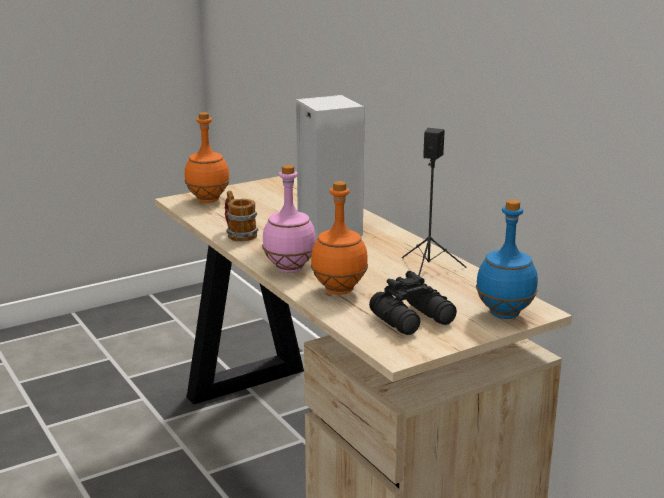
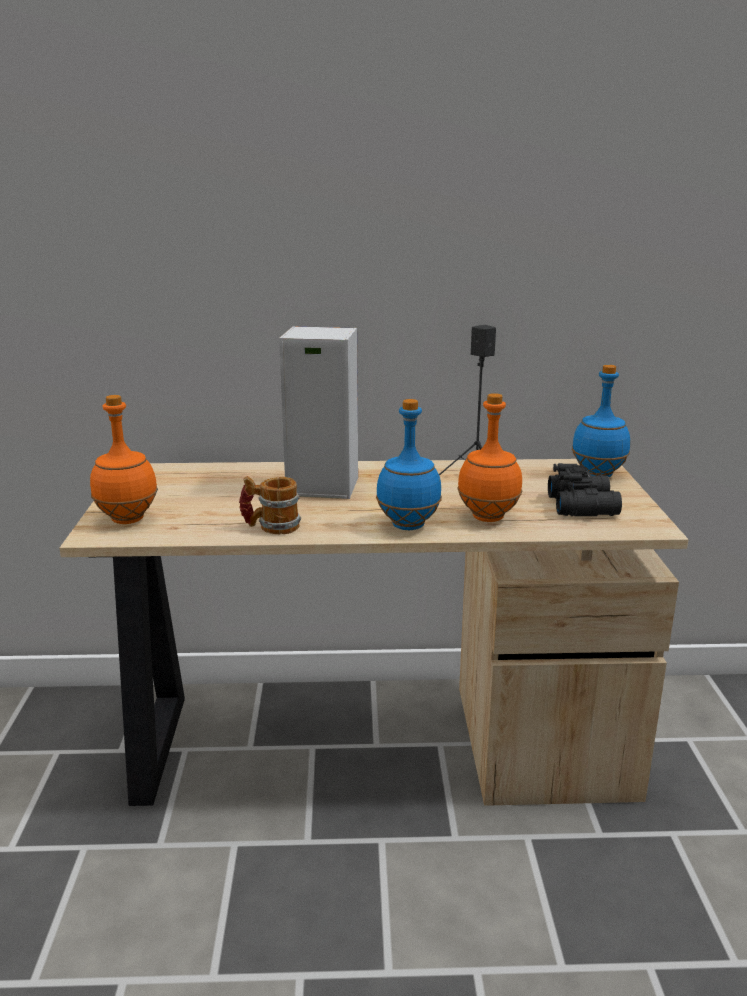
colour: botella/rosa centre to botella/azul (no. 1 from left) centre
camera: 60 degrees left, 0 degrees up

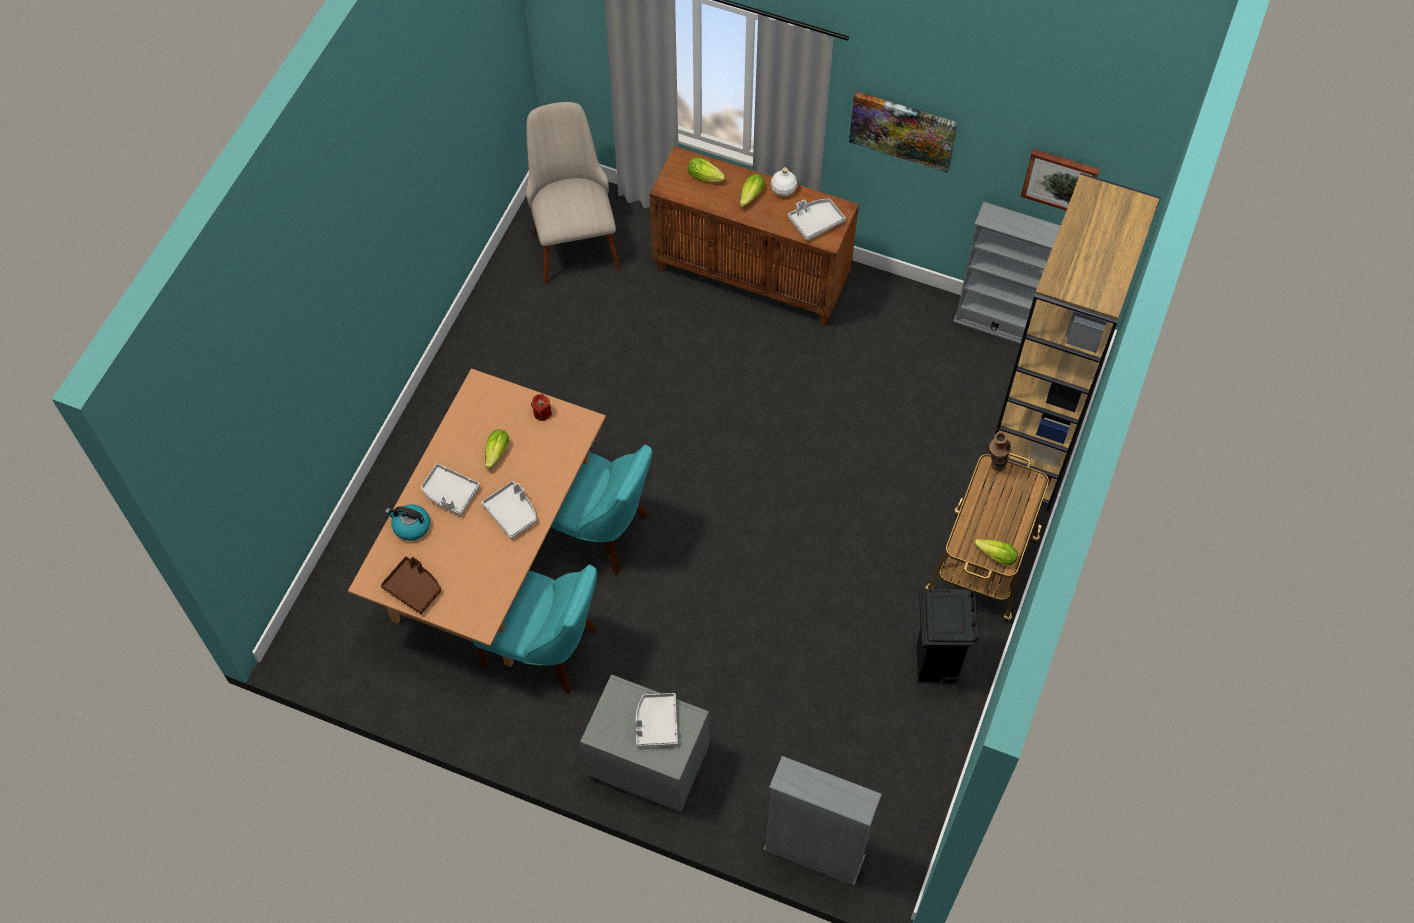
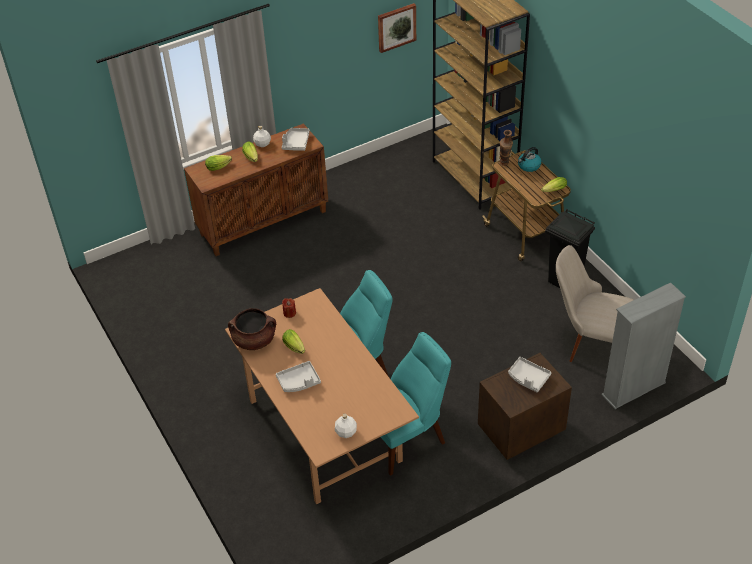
missing: cuadro (no. 1 from left) top centre; estantería/gris (no. 2 from left) top right; bandeja/gris (no. 2 from left) centre
appeared: olla/marrón centre
relocated: silla/beis top centre to middle right; hervidor middle left to top right
exchanged: bandeja/marrón middle left to botella/blanco (no. 2 from left) bottom centre
colour: mesita de noche/gris bottom centre to mesita de noche/marrón bottom right
camera: 50 degrees left, 15 degrees down

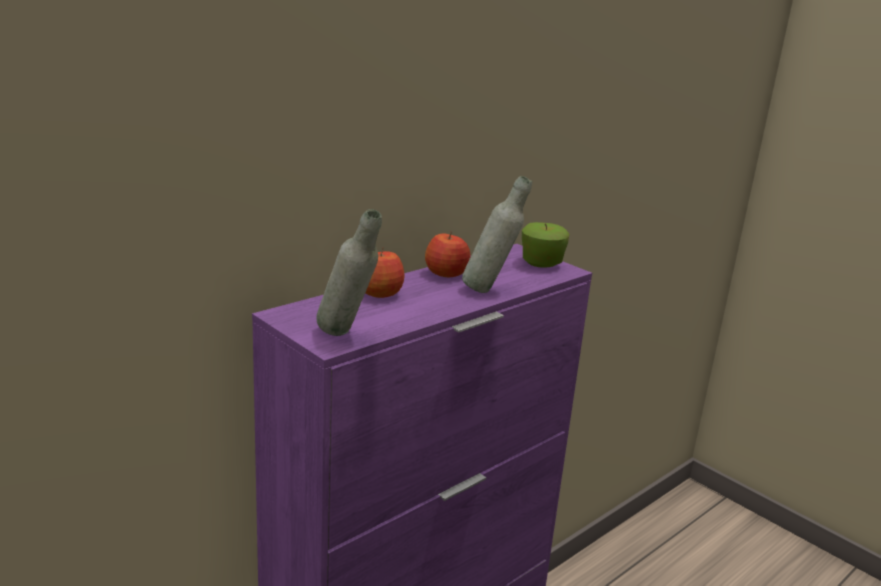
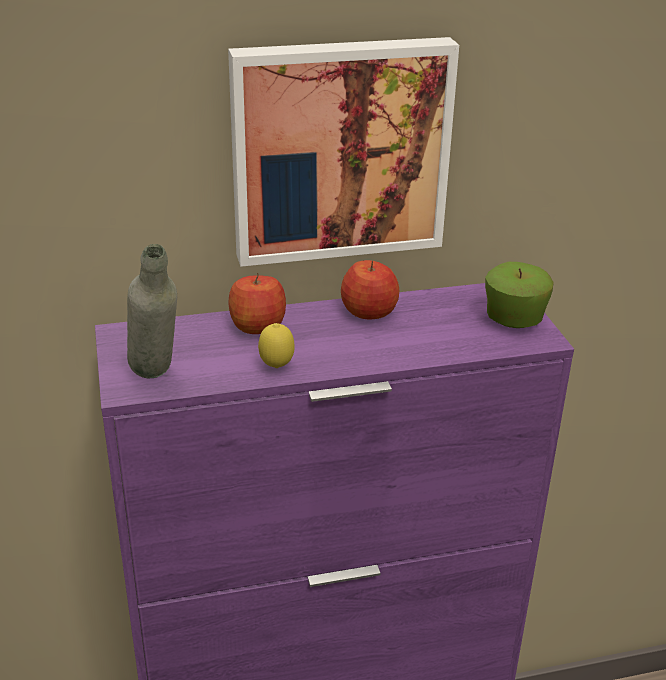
missing: botella/gris (no. 2 from left) centre
appeared: cuadro top centre; limón centre
camera: 30 degrees right, 10 degrees up

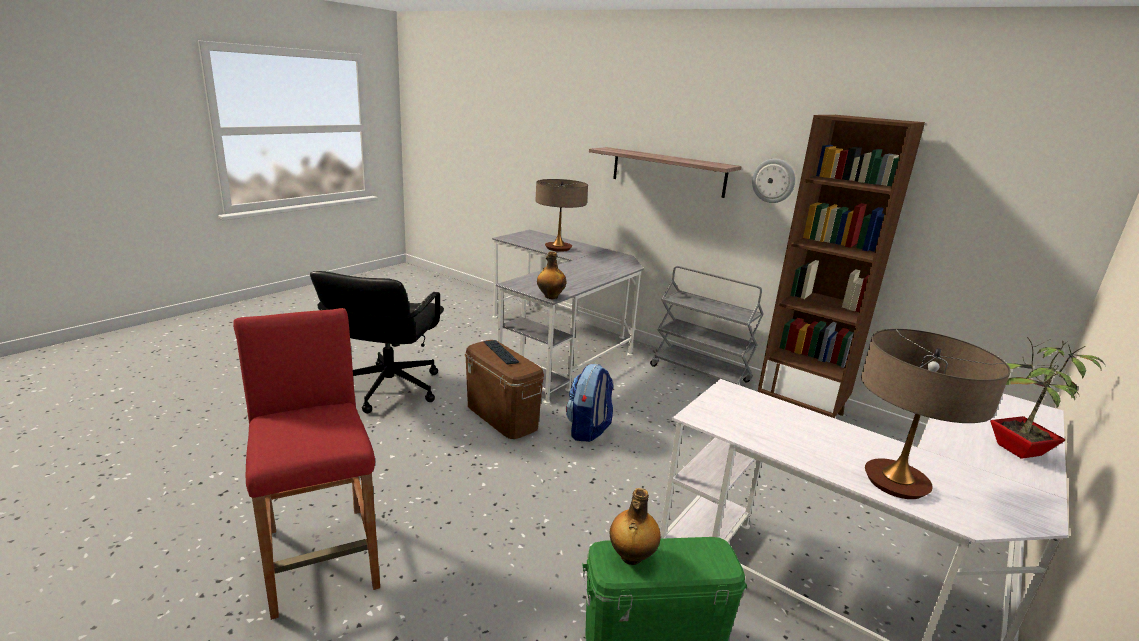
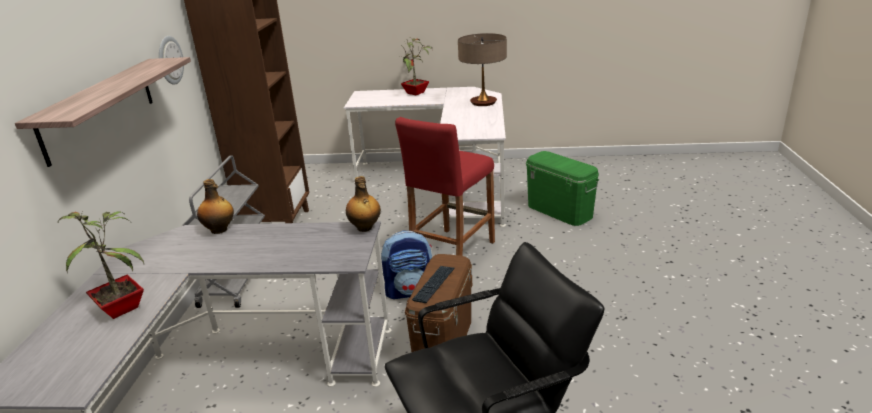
relocated: taburete/rojo bottom left to centre; botella (no. 2 from left in the first image) bottom centre to botella (no. 1 from left) middle left
exchanged: lámpara de mesa (no. 1 from left) centre to planta en maceta (no. 1 from left) middle left
camera: 120 degrees left, 5 degrees up

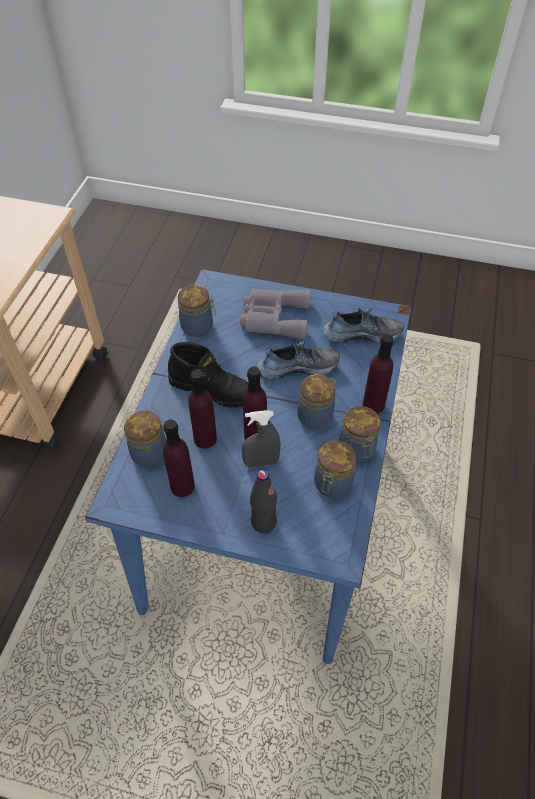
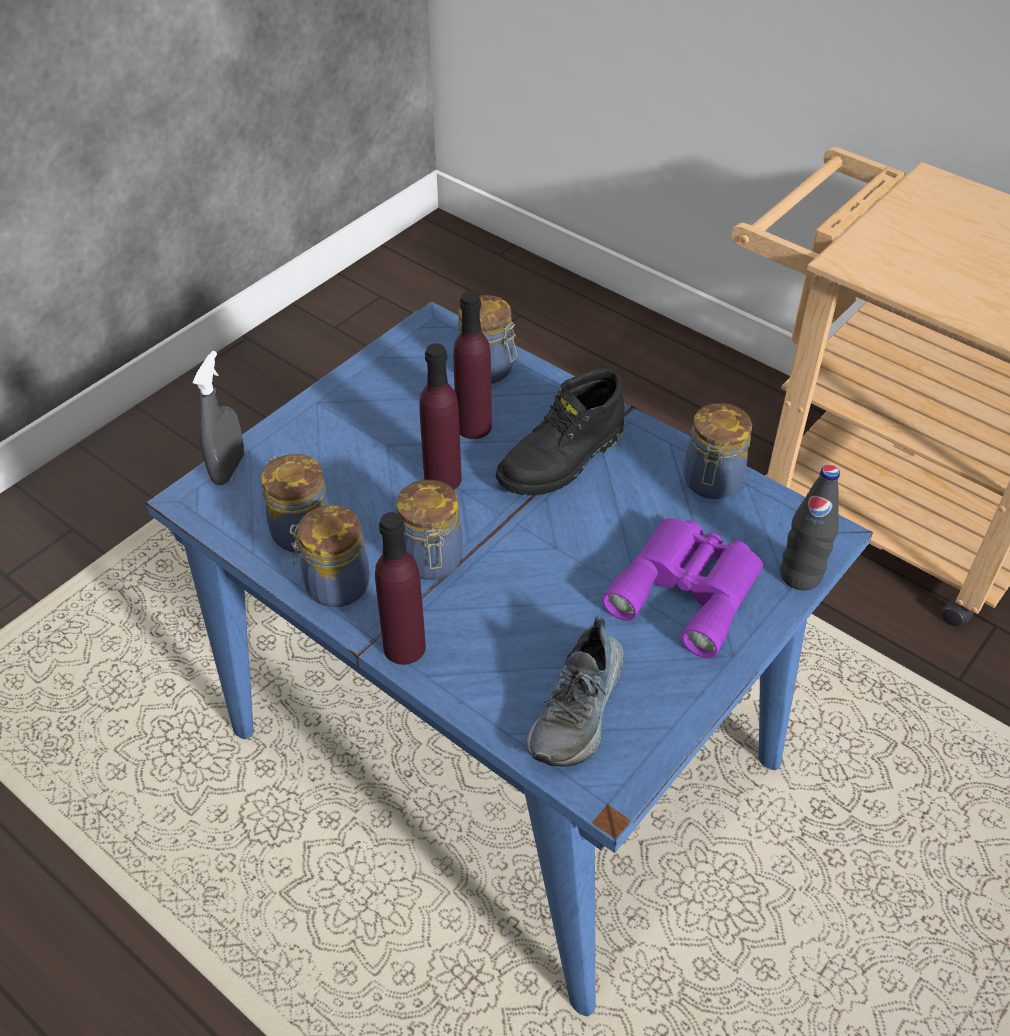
missing: zapato (no. 1 from left) centre; botella/morado (no. 1 from left) centre
relocated: pulverizador/gris centre to middle left; botella/negro centre to middle right
colour: prismáticos/gris centre to prismáticos/morado middle right
camera: 115 degrees right, 5 degrees down

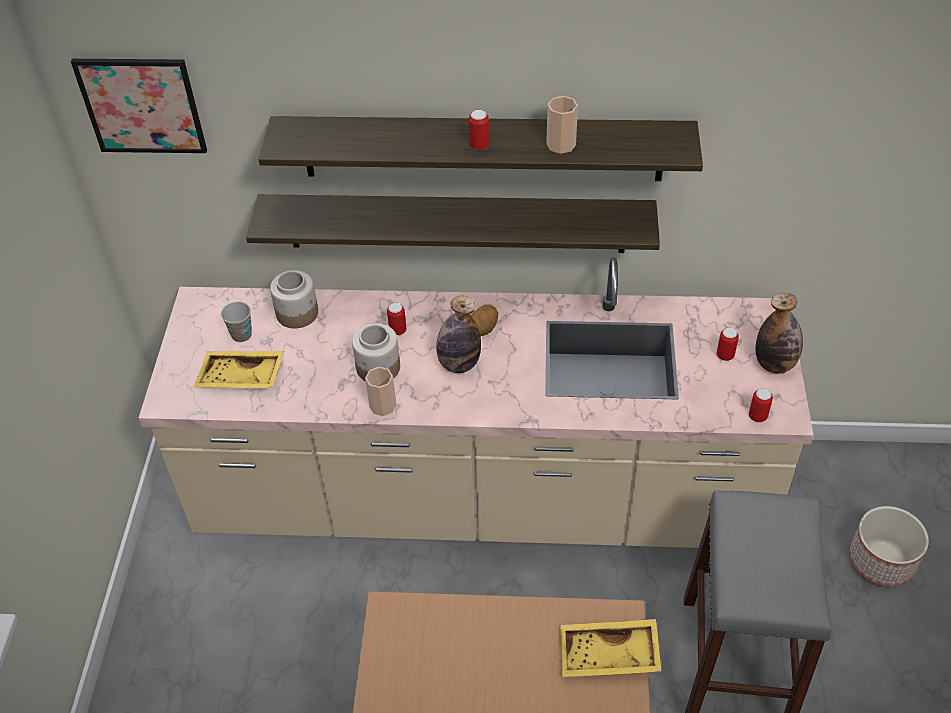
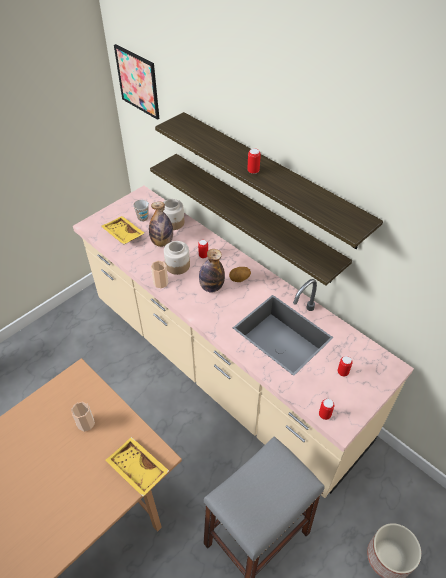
relocated: taza (no. 3 from left in the first image) top centre to taza (no. 1 from left) bottom left; botella (no. 2 from left in the first image) middle right to botella (no. 1 from left) centre
camera: 40 degrees right, 0 degrees up

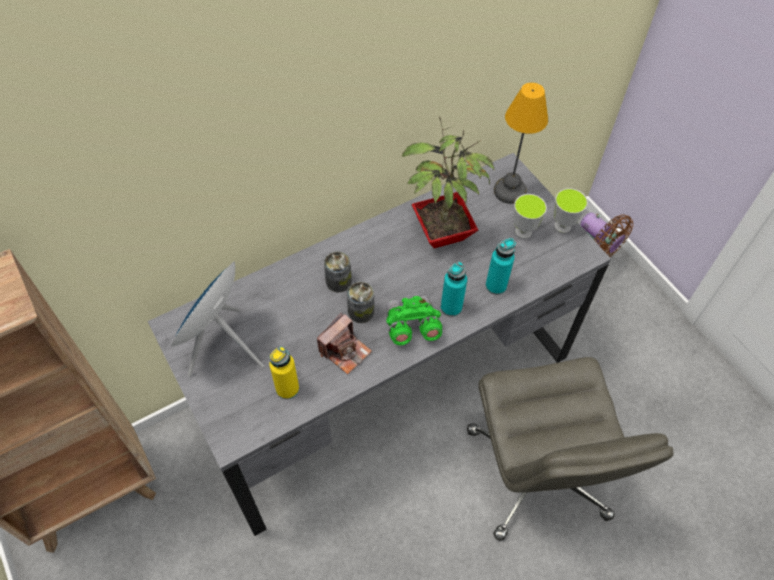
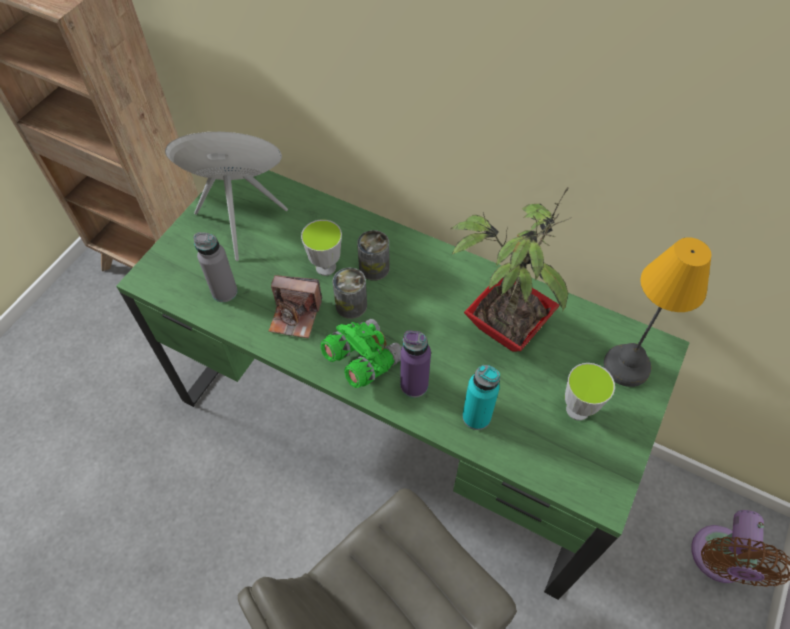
relocated: taza (no. 2 from left in the first image) middle right to taza (no. 1 from left) centre
colour: escritorio/gris centre to escritorio/verde centre; botella/turquesa (no. 1 from left) centre to botella/morado centre; botella/amarillo centre to botella/gris middle left
camera: 60 degrees right, 0 degrees up

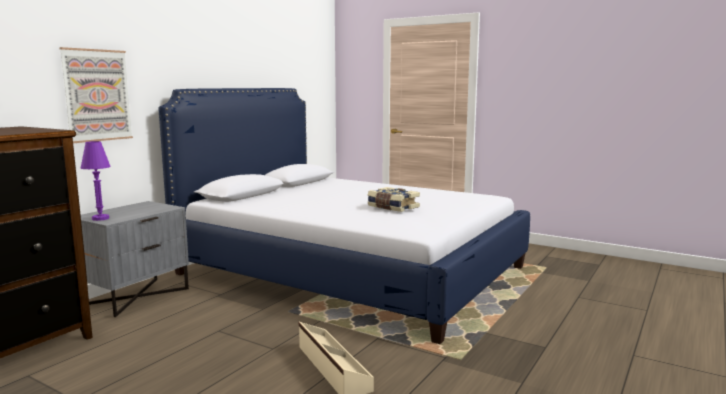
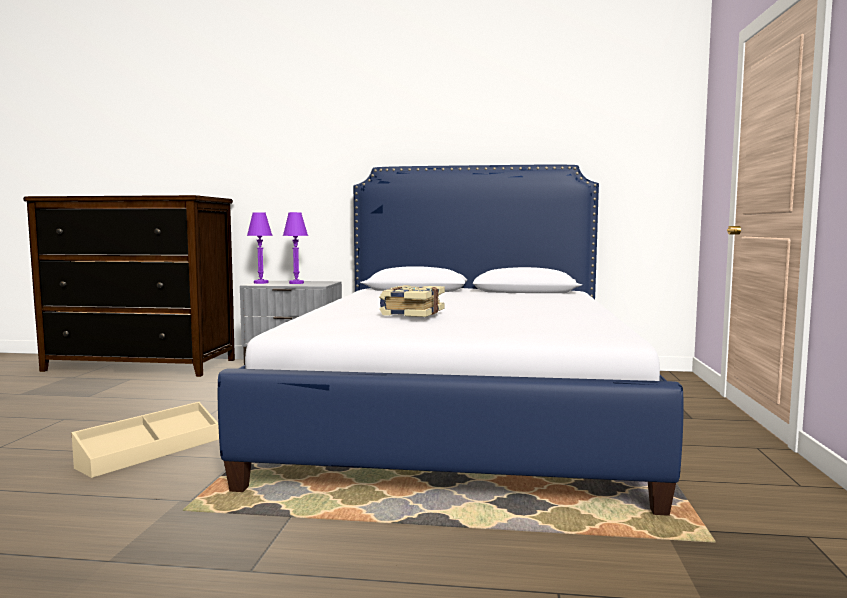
missing: cuadro top left
appeared: lámpara de mesa/morado (no. 2 from left) centre
camera: 65 degrees right, 5 degrees down

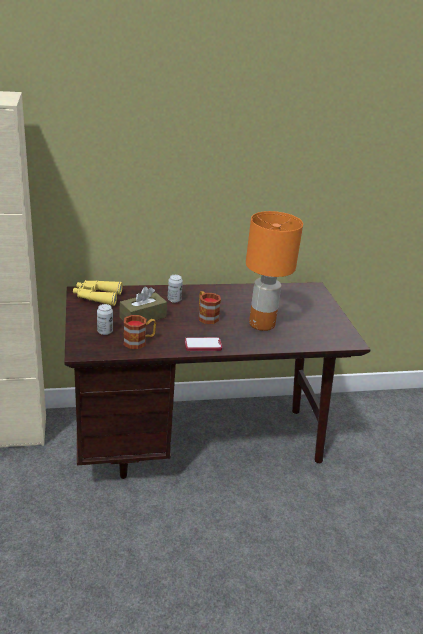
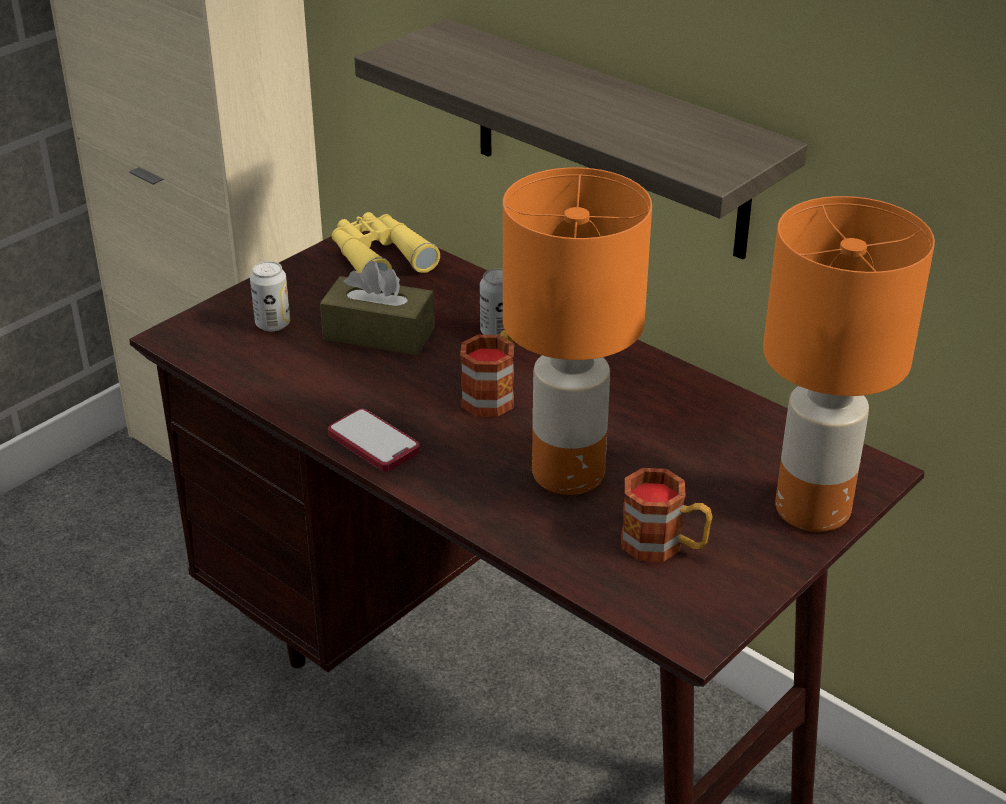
appeared: estante top centre; lámpara de mesa/naranja (no. 2 from left) middle right
relocated: taza grande (no. 1 from left in the first image) middle left to taza grande (no. 2 from left) centre
camera: 55 degrees right, 5 degrees up

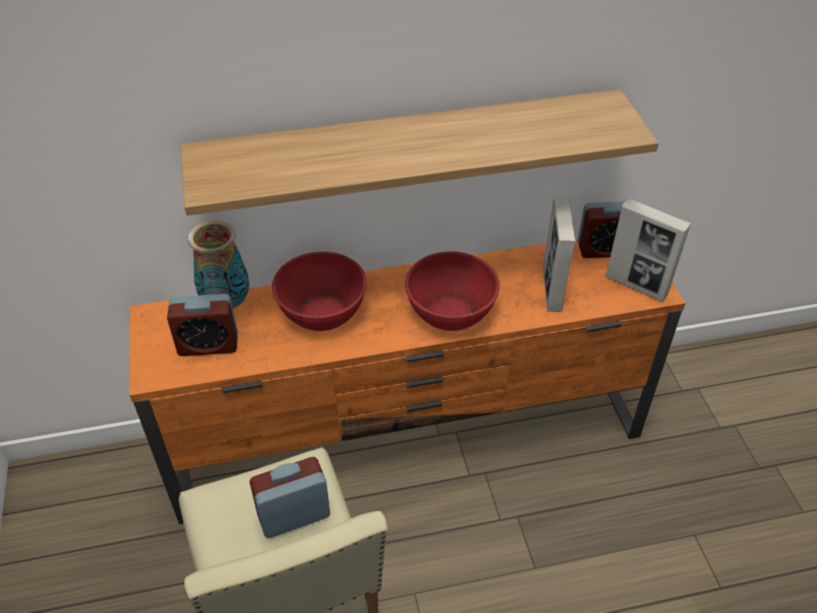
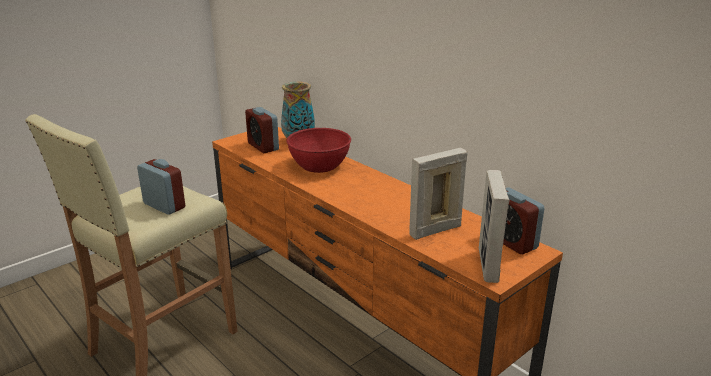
missing: estante top centre; cuenco/rojo (no. 2 from left) centre
camera: 60 degrees right, 20 degrees down

